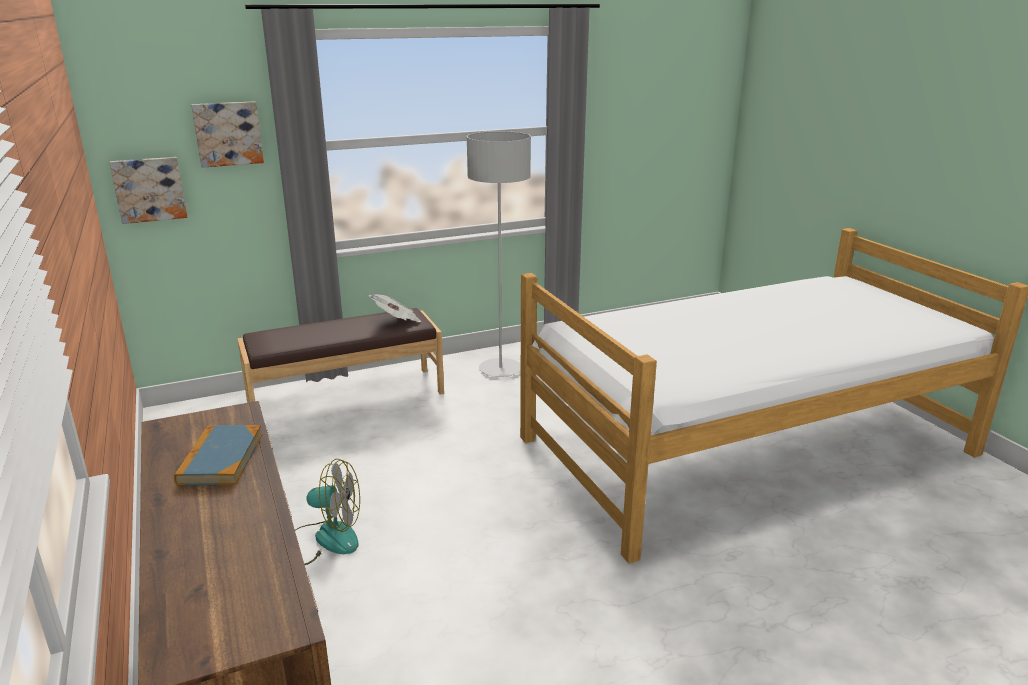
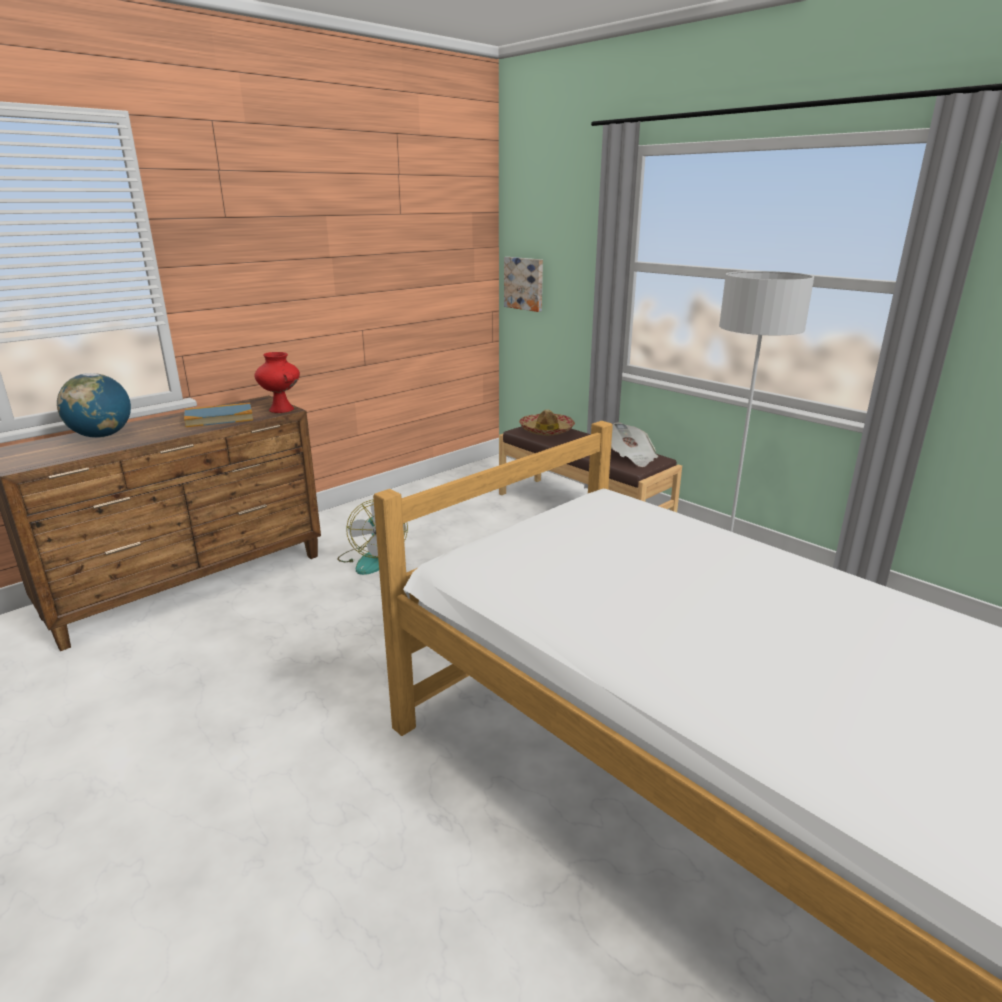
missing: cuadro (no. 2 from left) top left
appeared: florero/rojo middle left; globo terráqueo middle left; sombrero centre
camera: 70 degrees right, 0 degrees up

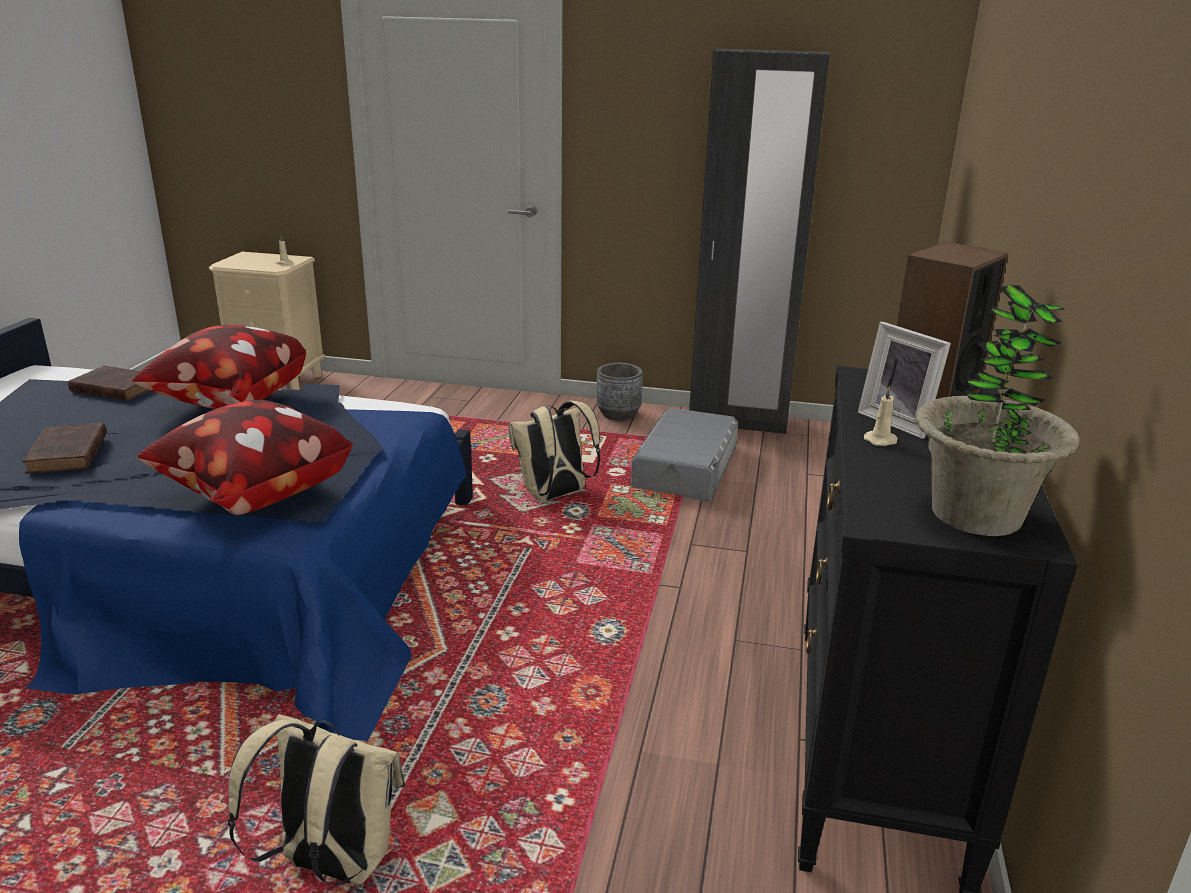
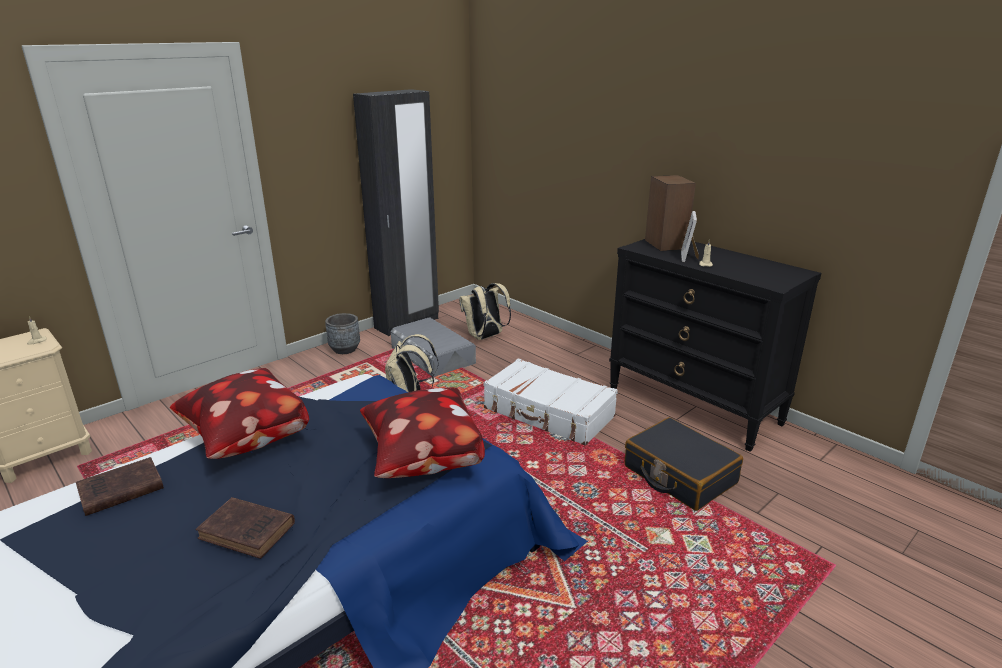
missing: planta en maceta middle right
appeared: maleta/blanco centre; maleta/negro bottom right
relocated: mochila/beis (no. 1 from left in the first image) bottom left to mochila/beis (no. 2 from left) centre
spun: portarretratos middle right = middle right 105 degrees clockwise
camera: 55 degrees left, 0 degrees up

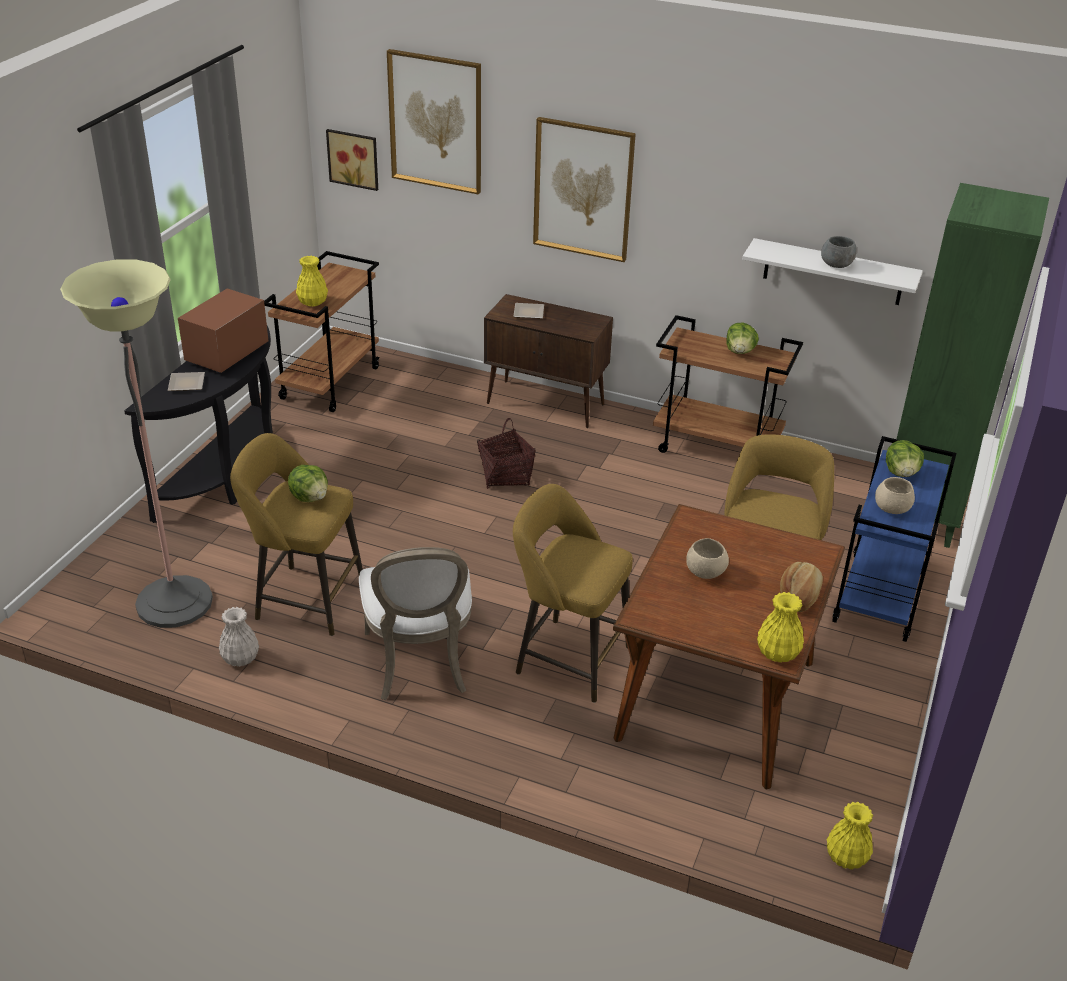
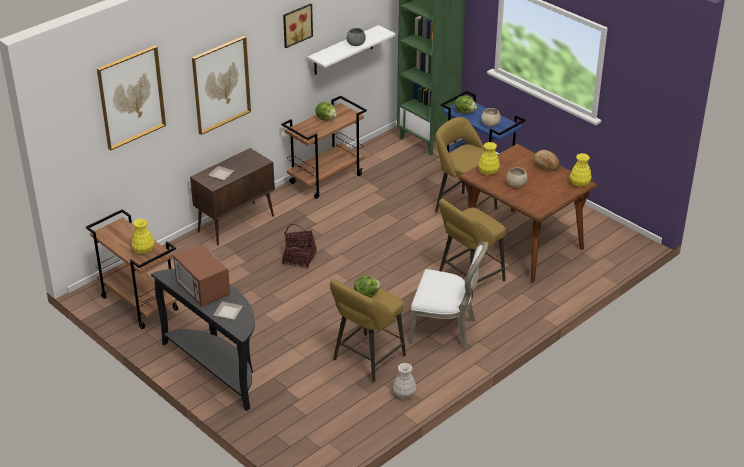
missing: lámpara de pie middle left
relocated: cuadro (no. 1 from left in the first image) top left to cuadro (no. 3 from left) top centre; florero/amarillo (no. 3 from left in the first image) bottom right to florero/amarillo (no. 2 from left) centre
camera: 65 degrees left, 0 degrees up

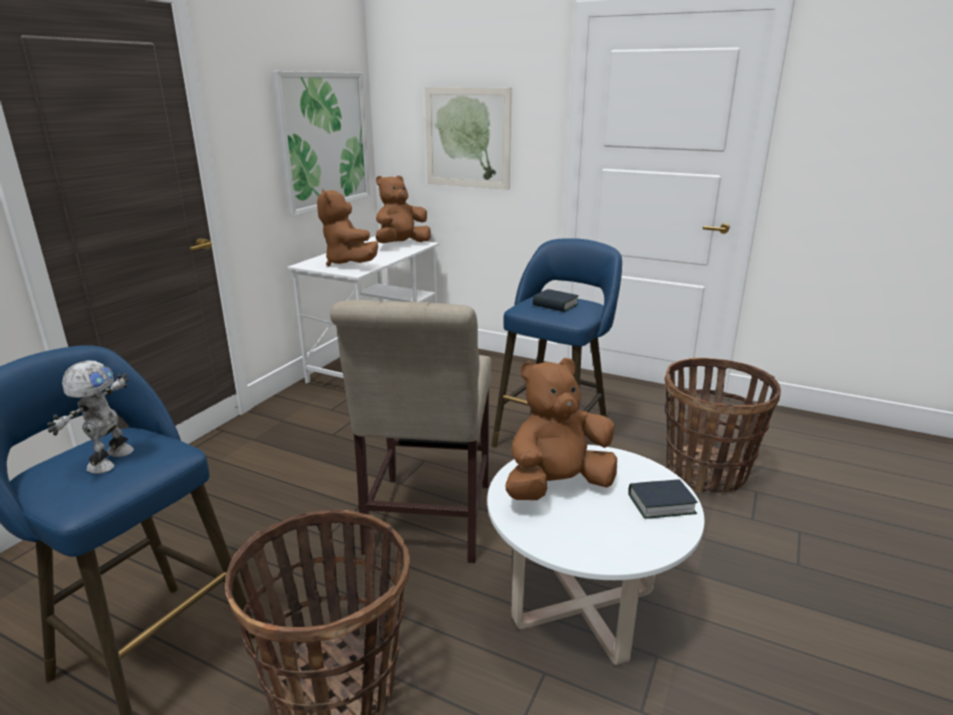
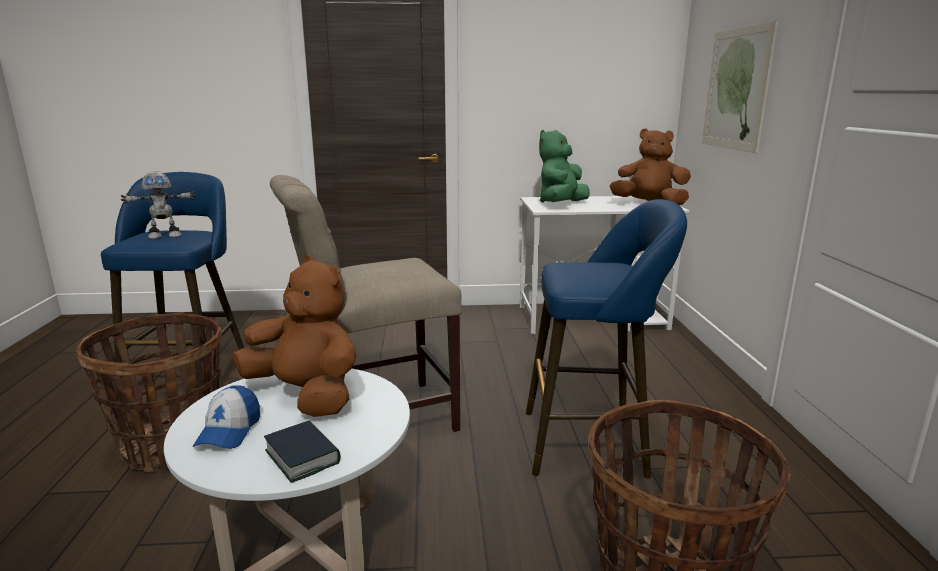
missing: cuadro (no. 1 from left) top centre; libro (no. 1 from left) centre
appeared: gorra bottom left
colour: peluche/marrón (no. 1 from left) top centre to peluche/verde top centre
camera: 60 degrees right, 5 degrees down

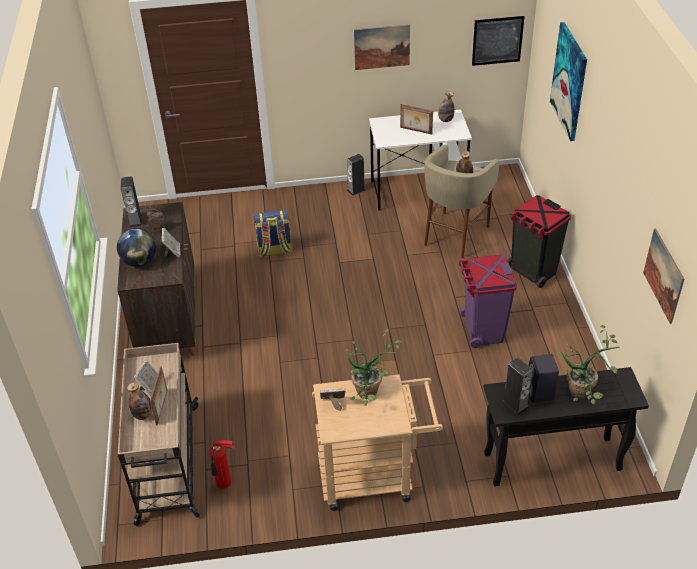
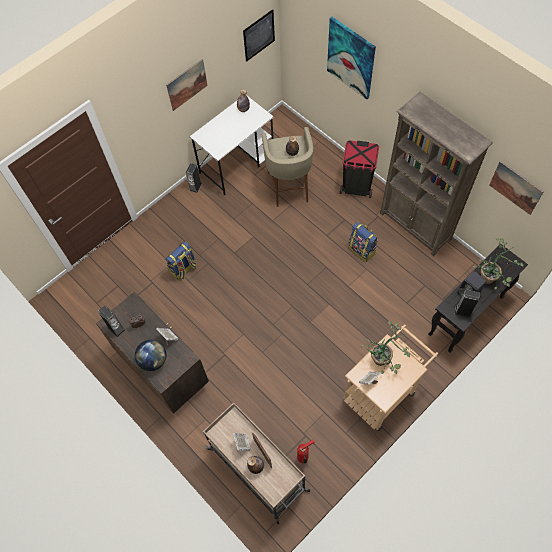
missing: portarretratos (no. 5 from left) top centre
appeared: estantería/marrón top right
exchanged: papelera/morado middle right to mochila (no. 2 from left) centre
camera: 35 degrees left, 20 degrees up

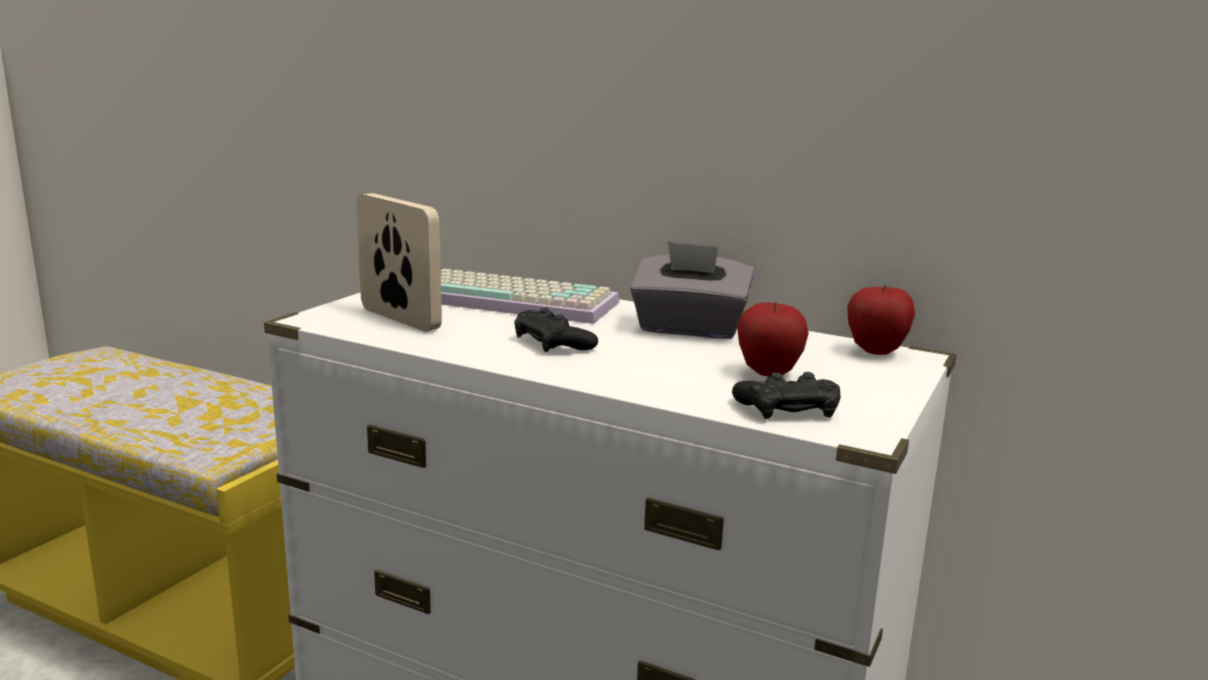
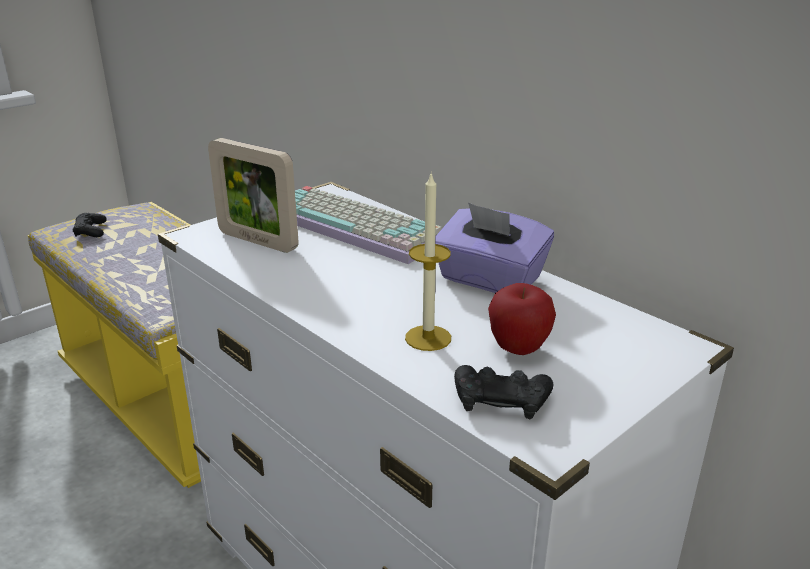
missing: manzana (no. 2 from left) middle right
appeared: vela centre
relocated: mando de consola/negro (no. 1 from left) centre to middle left
colour: caja de pañuelos/gris centre to caja de pañuelos/morado centre
spun: portarretratos middle left = middle left 150 degrees clockwise
camera: 20 degrees right, 10 degrees up

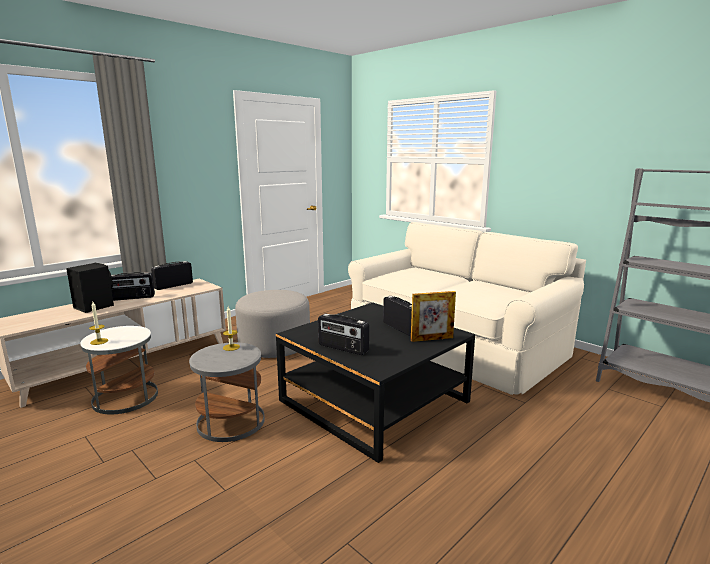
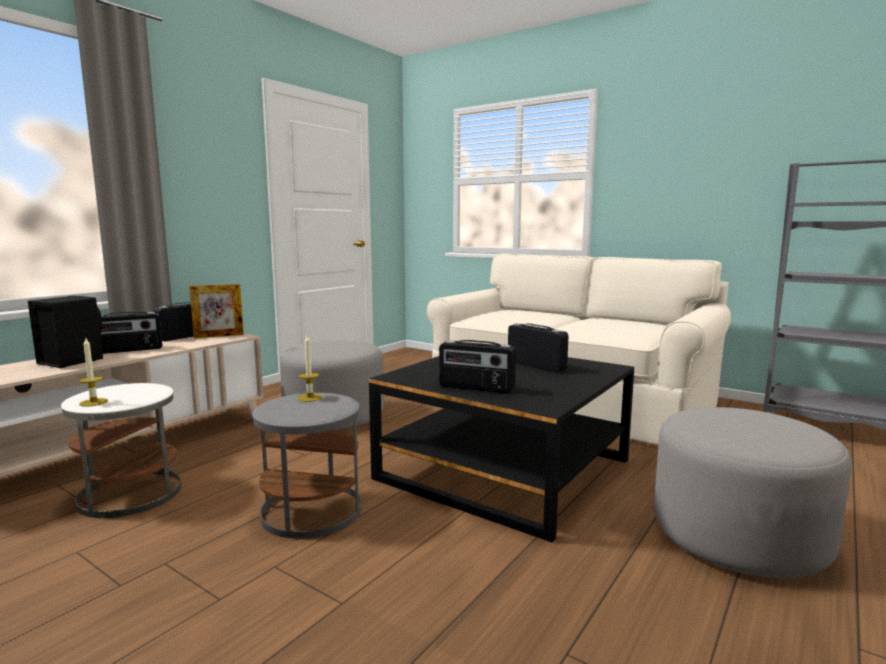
appeared: puf/gris (no. 2 from left) bottom right
relocated: portarretratos centre to middle left
camera: 10 degrees left, 5 degrees down

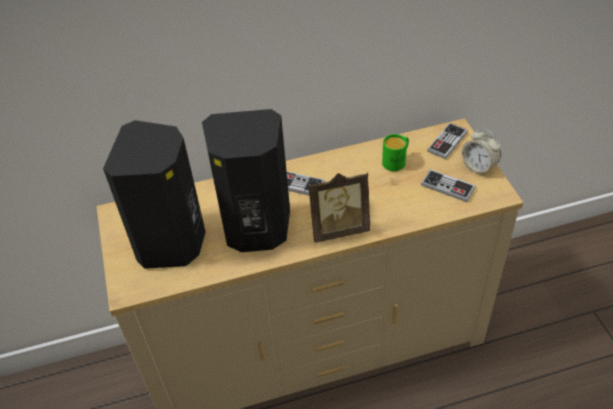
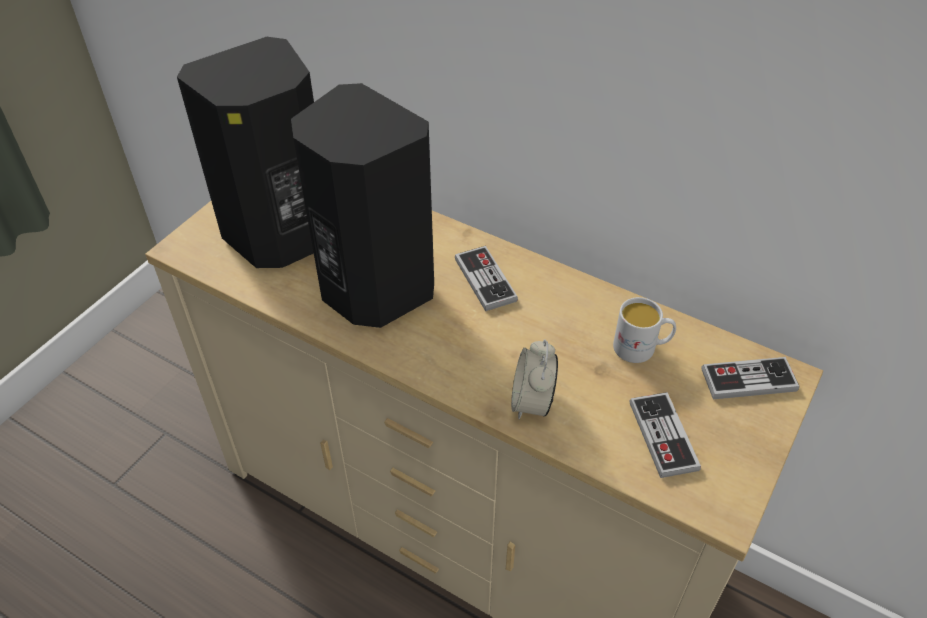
missing: portarretratos centre
relocated: despertador middle right to centre
colour: taza grande/verde centre to taza grande/blanco middle right
camera: 45 degrees right, 0 degrees up

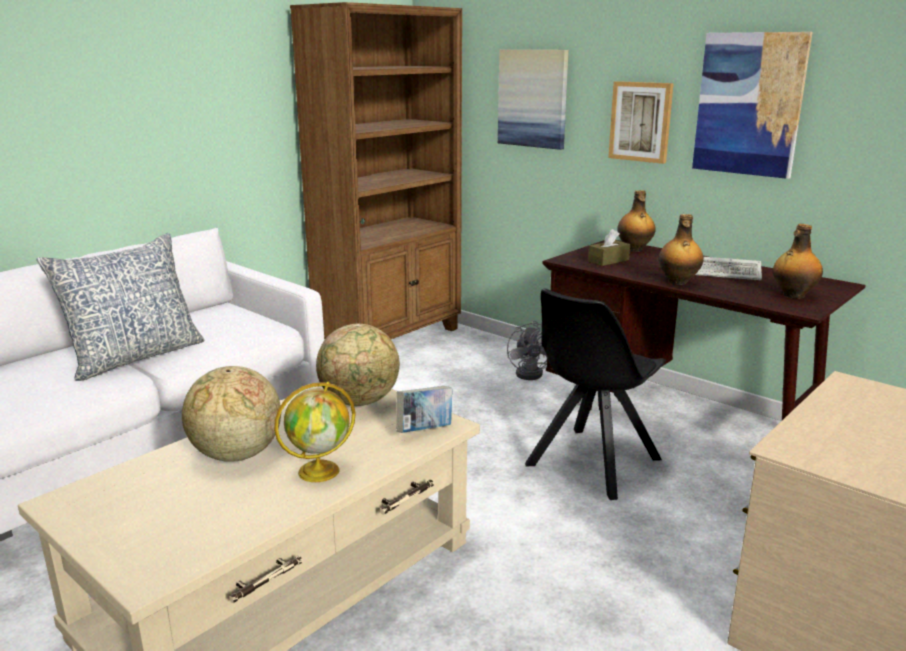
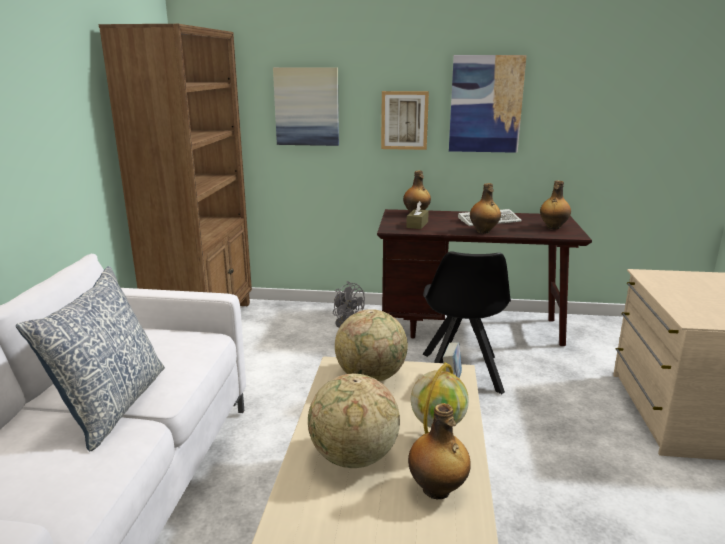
appeared: botella (no. 2 from left) bottom centre
camera: 35 degrees left, 0 degrees up

